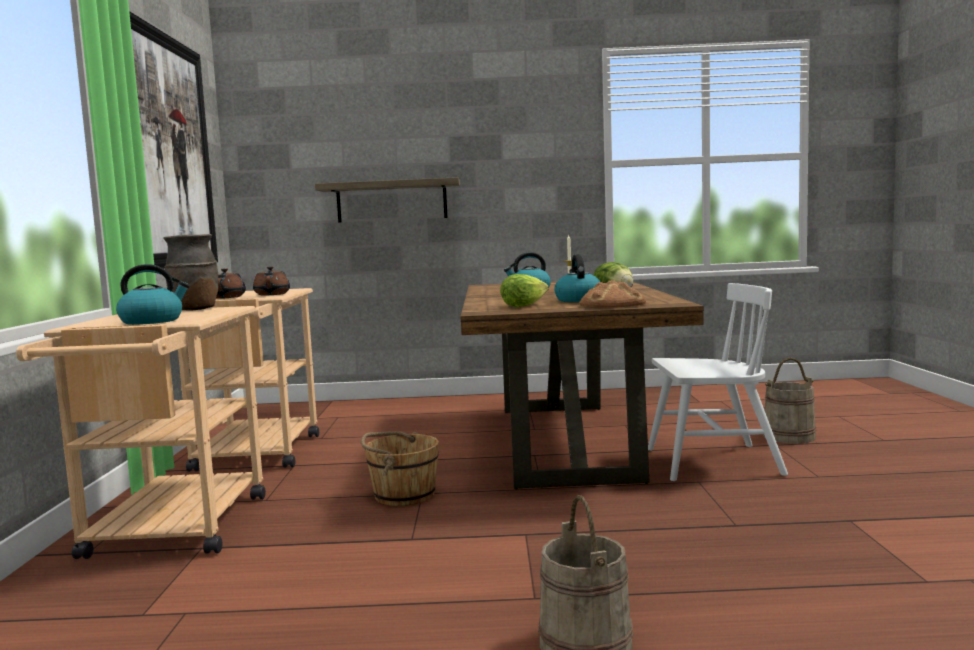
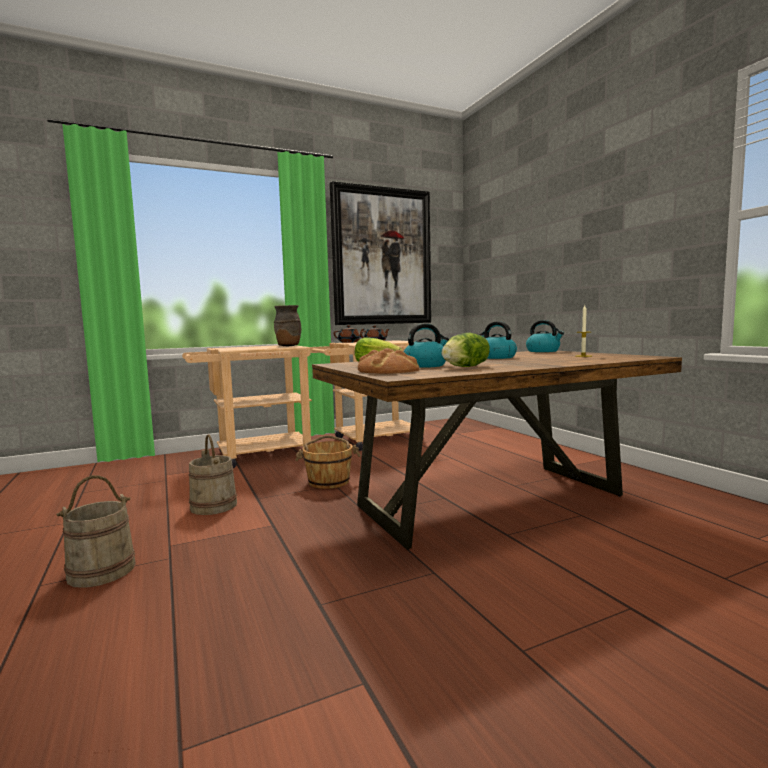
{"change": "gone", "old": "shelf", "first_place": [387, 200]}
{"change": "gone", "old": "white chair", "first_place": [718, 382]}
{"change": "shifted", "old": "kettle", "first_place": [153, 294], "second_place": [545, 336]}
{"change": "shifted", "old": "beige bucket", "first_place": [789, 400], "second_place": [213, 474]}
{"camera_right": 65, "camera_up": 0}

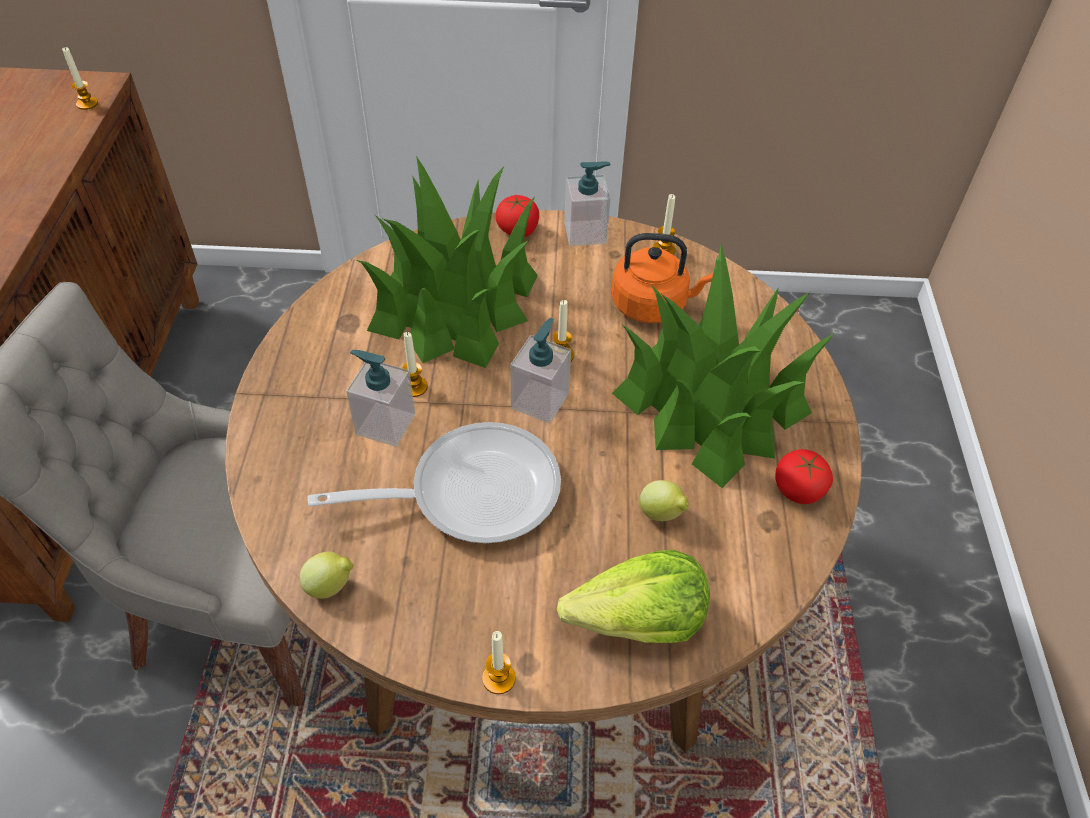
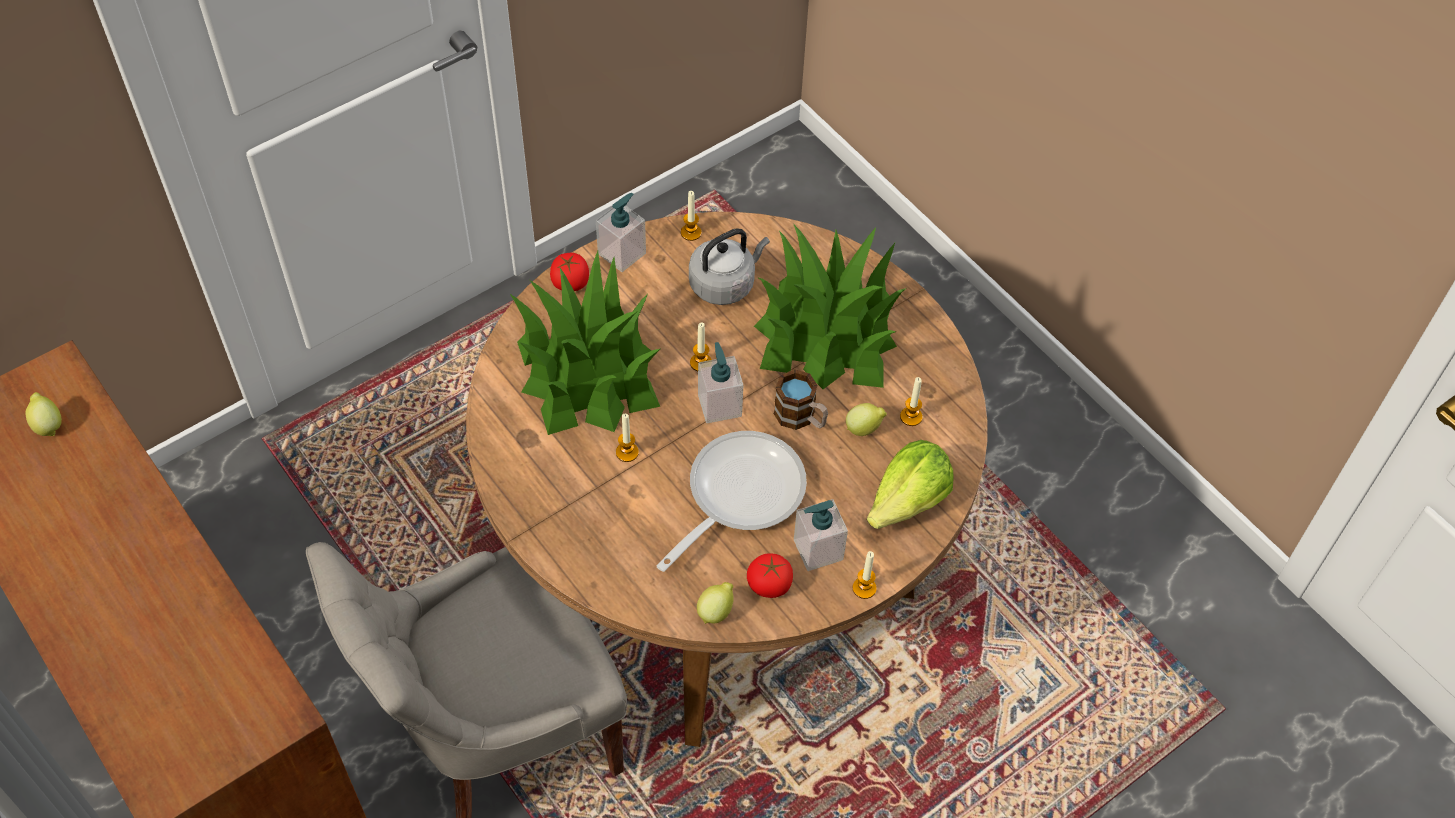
{"change": "new", "new": "lemon", "second_place": [44, 414]}
{"change": "new", "new": "mug", "second_place": [801, 399]}
{"change": "shifted", "old": "candle", "first_place": [80, 78], "second_place": [911, 401]}
{"change": "shifted", "old": "soap dispenser", "first_place": [380, 398], "second_place": [821, 535]}
{"change": "shifted", "old": "tomato", "first_place": [804, 476], "second_place": [770, 575]}
{"change": "repainted", "old": "orange kettle", "new": "grey kettle", "first_place": [662, 278], "second_place": [729, 266]}
{"camera_right": -40, "camera_up": 5}

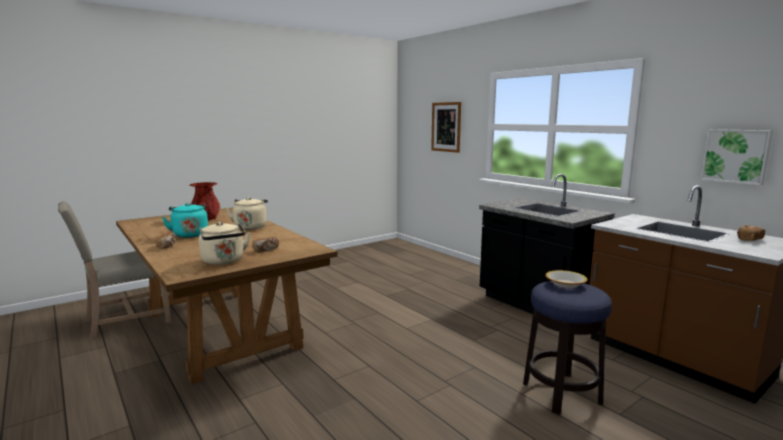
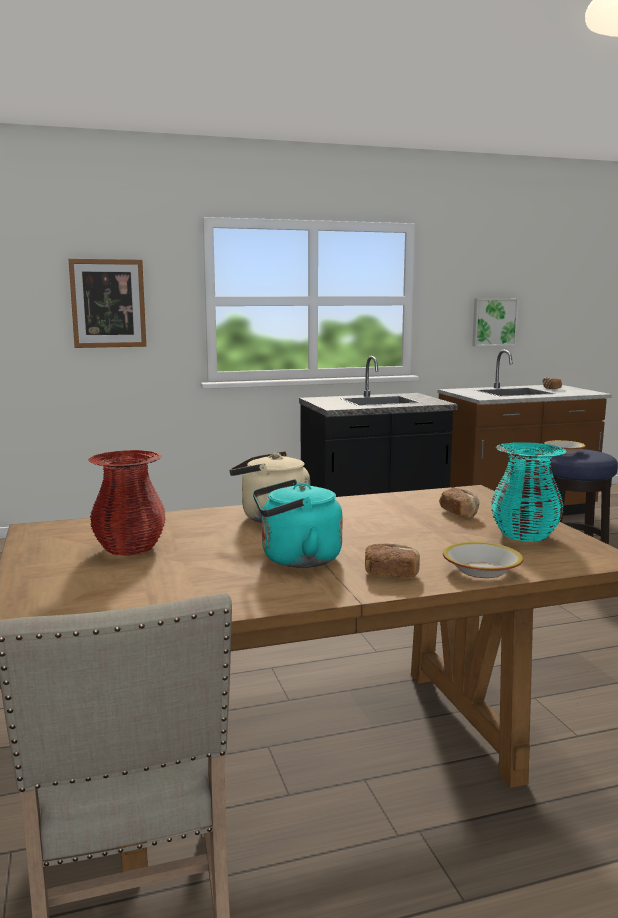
{"change": "new", "new": "bowl", "second_place": [483, 560]}
{"change": "swapped", "old": "beige kettle", "new": "turquoise vase", "first_place": [225, 243], "second_place": [529, 492]}
{"camera_right": -70, "camera_up": 0}

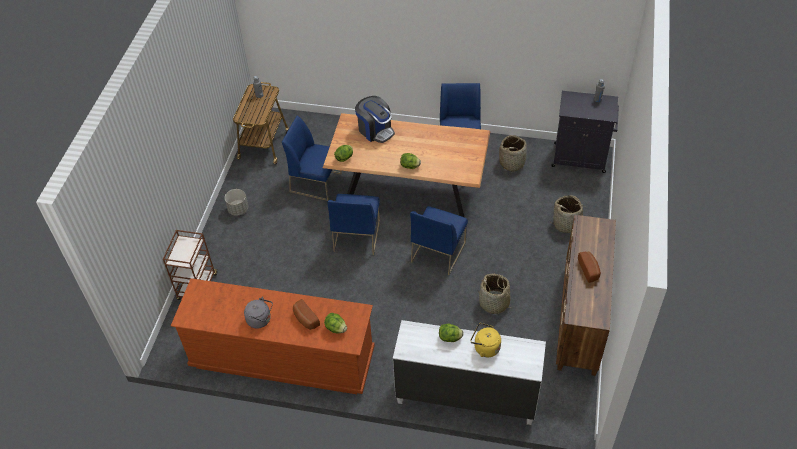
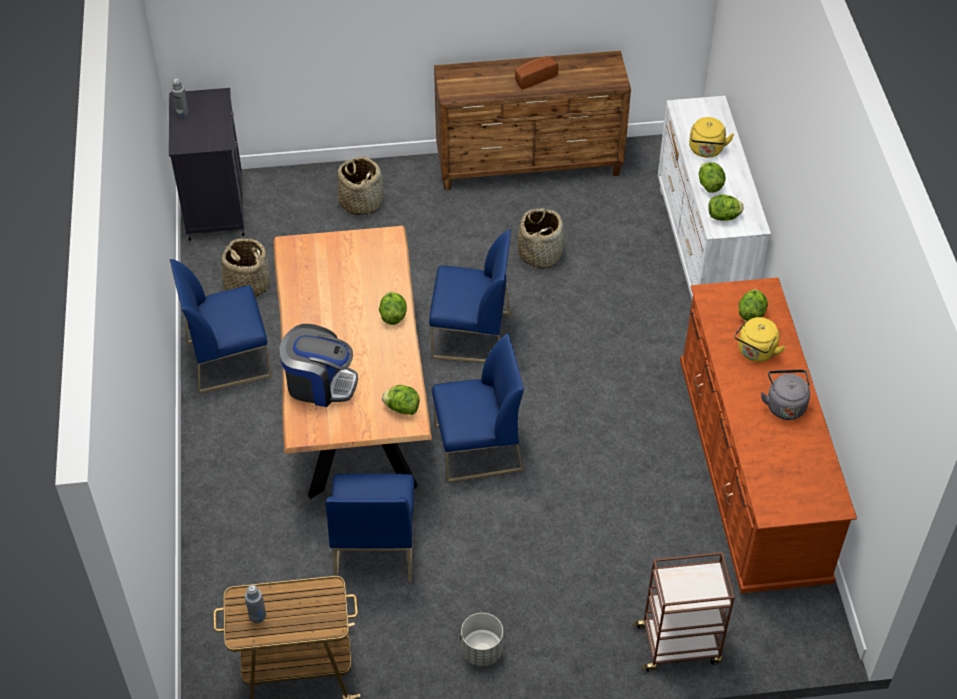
{"change": "new", "new": "lettuce", "second_place": [726, 207]}
{"change": "swapped", "old": "bread", "new": "yellow kettle", "first_place": [306, 314], "second_place": [760, 339]}
{"change": "rotated", "old": "coffee machine", "first_place": [375, 119], "second_place": [319, 365], "degrees": 75}
{"camera_right": -110, "camera_up": 0}

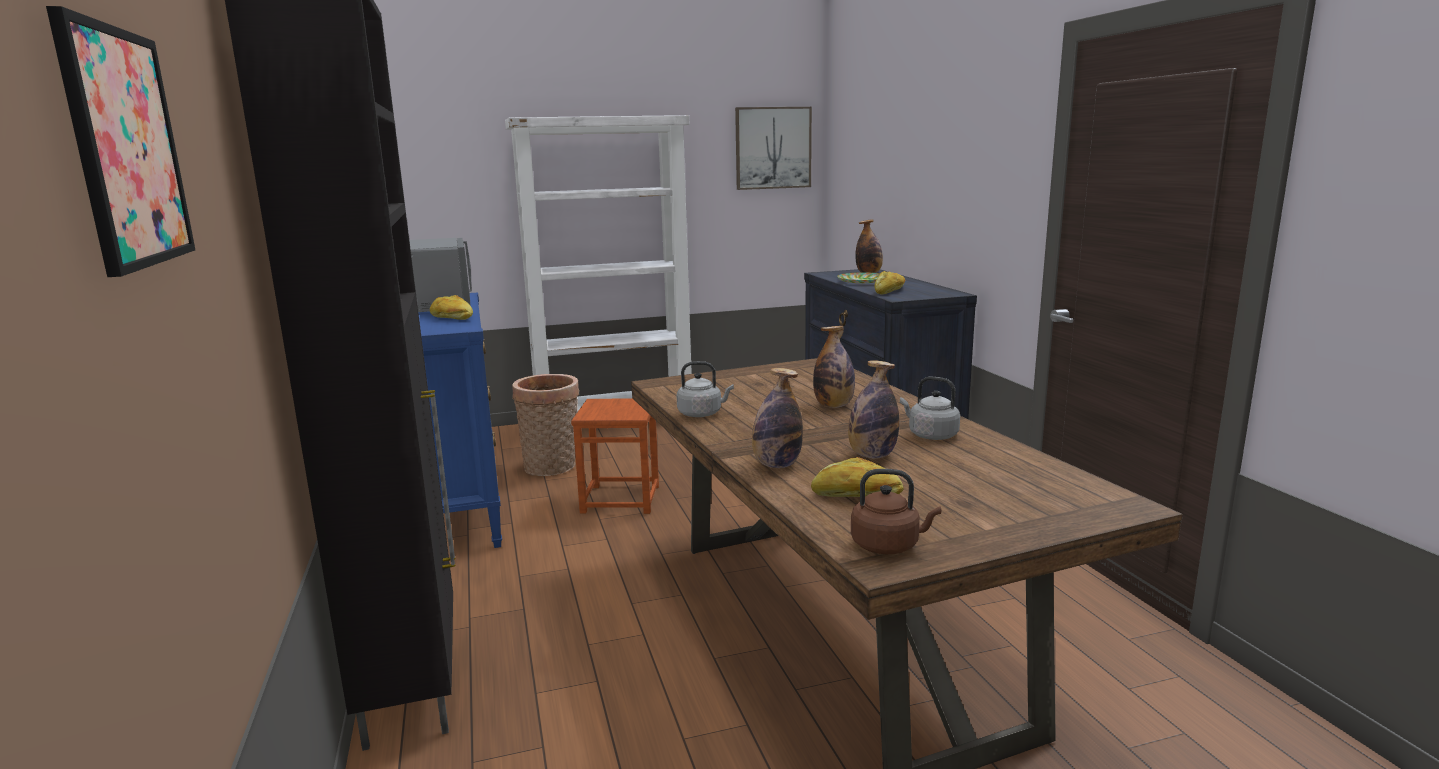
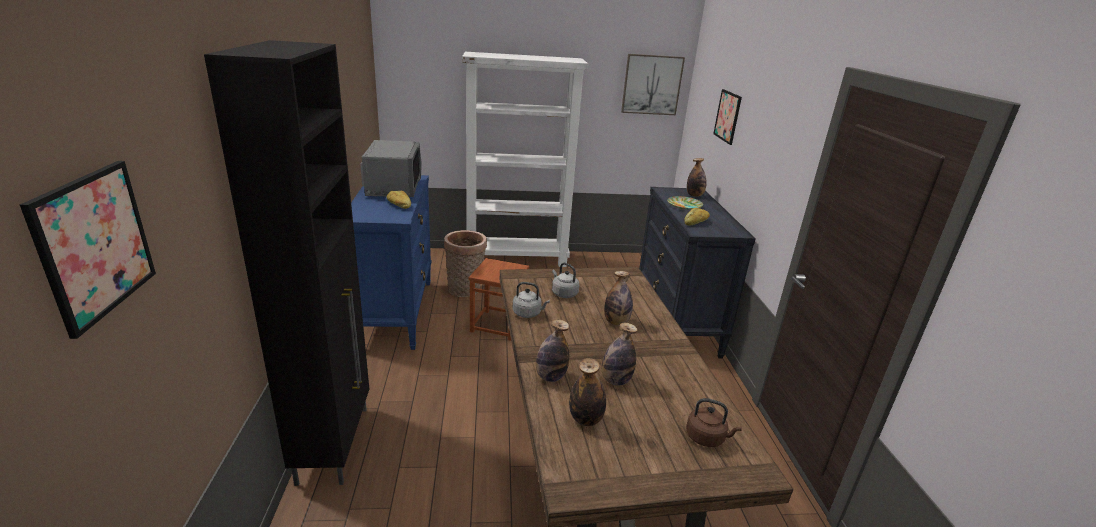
{"change": "new", "new": "picture", "second_place": [727, 117]}
{"change": "shifted", "old": "brown kettle", "first_place": [896, 511], "second_place": [714, 422]}
{"change": "shifted", "old": "grey kettle", "first_place": [930, 408], "second_place": [565, 280]}
{"change": "swapped", "old": "bread", "new": "bottle", "first_place": [857, 477], "second_place": [587, 392]}
{"camera_right": 10, "camera_up": 10}

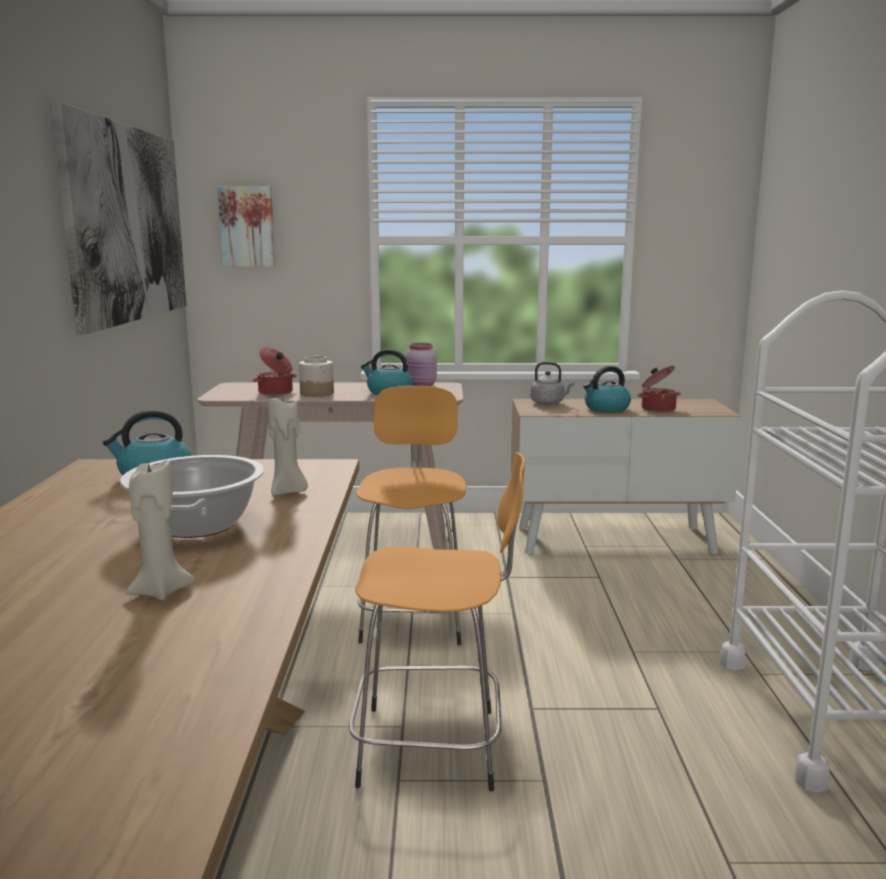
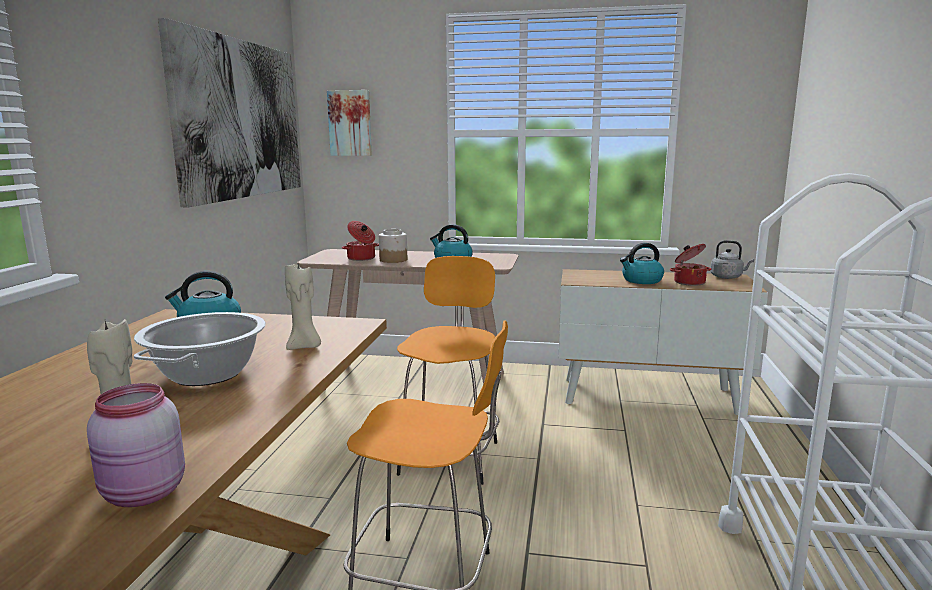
{"change": "shifted", "old": "pink jar", "first_place": [421, 364], "second_place": [136, 445]}
{"change": "shifted", "old": "grey kettle", "first_place": [552, 383], "second_place": [732, 259]}
{"camera_right": 10, "camera_up": 0}

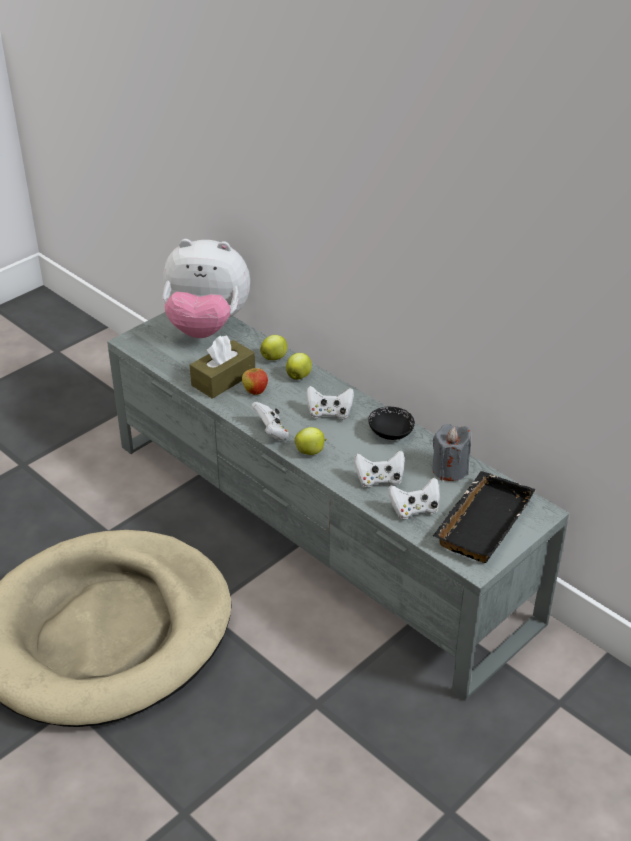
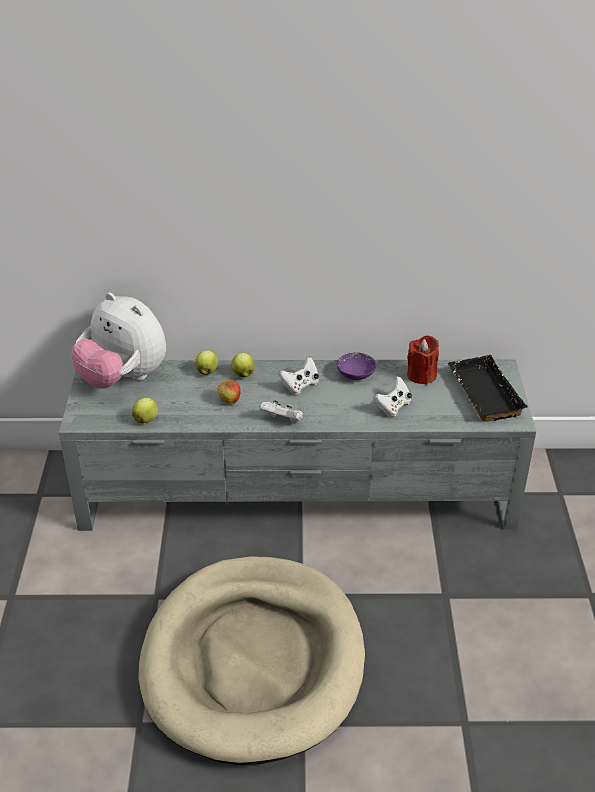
{"change": "gone", "old": "brown tissue box", "first_place": [222, 367]}
{"change": "gone", "old": "white game controller", "first_place": [414, 498]}
{"change": "shifted", "old": "apple", "first_place": [311, 441], "second_place": [145, 410]}
{"change": "repainted", "old": "black bowl", "new": "purple bowl", "first_place": [391, 423], "second_place": [357, 366]}
{"change": "repainted", "old": "grey candle", "new": "red candle", "first_place": [451, 452], "second_place": [423, 360]}
{"change": "rotated", "old": "plush toy", "first_place": [206, 288], "second_place": [118, 340], "degrees": 75}
{"camera_right": -45, "camera_up": 0}

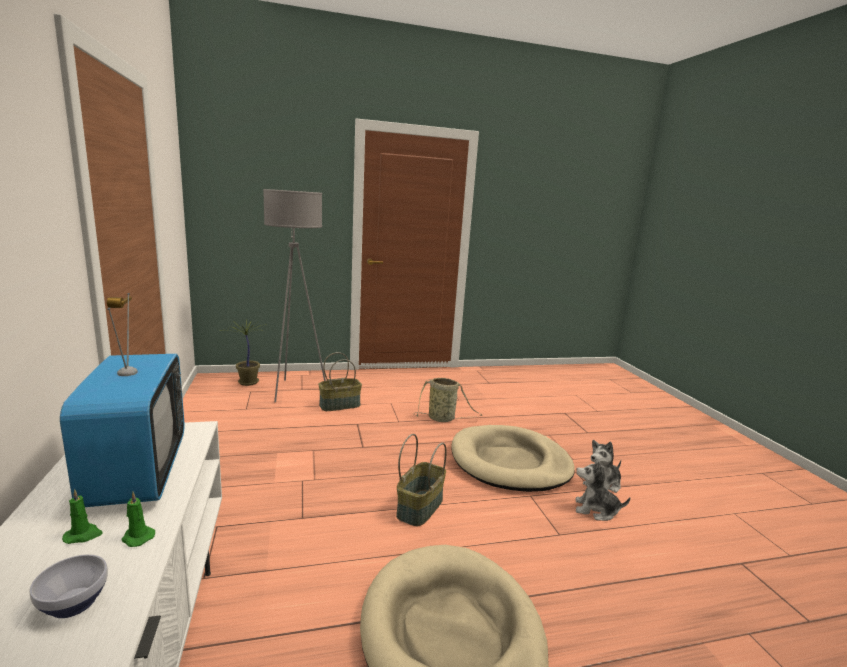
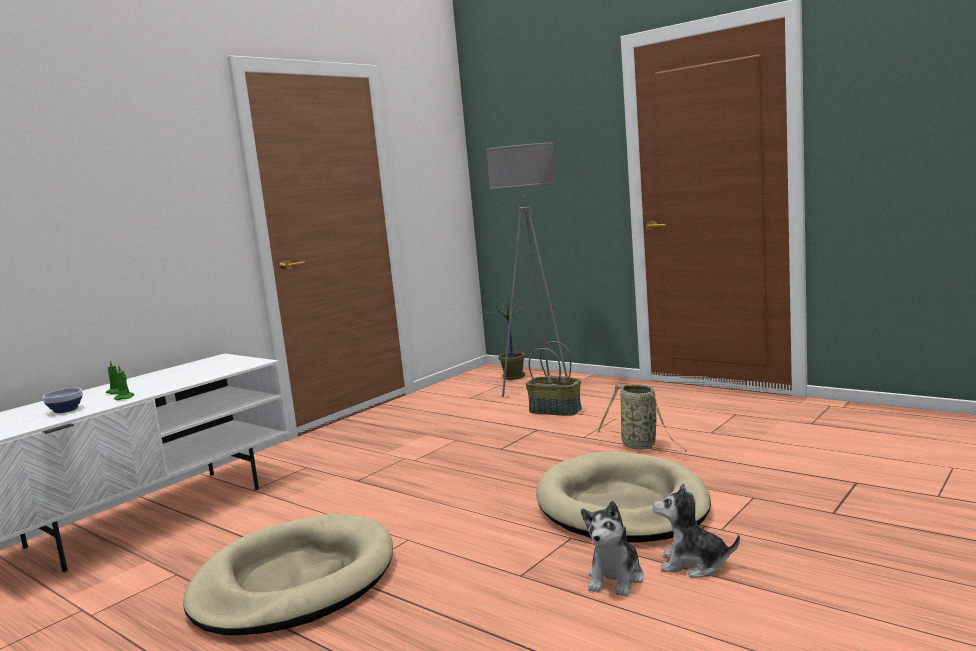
{"change": "gone", "old": "television", "first_place": [122, 400]}
{"change": "gone", "old": "basket", "first_place": [421, 480]}
{"change": "rotated", "old": "plush toy", "first_place": [602, 489], "second_place": [612, 549], "degrees": -135}
{"camera_right": 55, "camera_up": -5}

